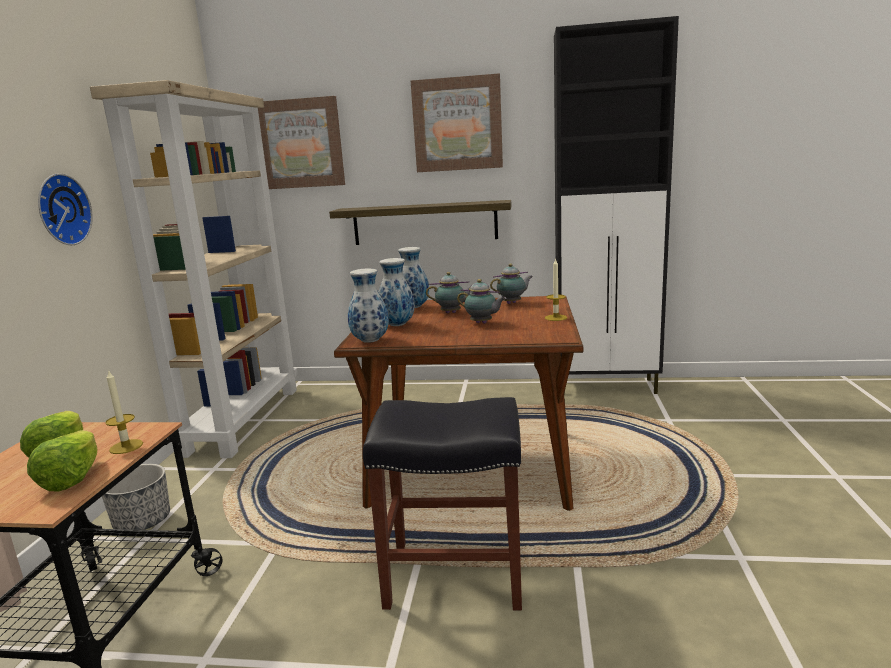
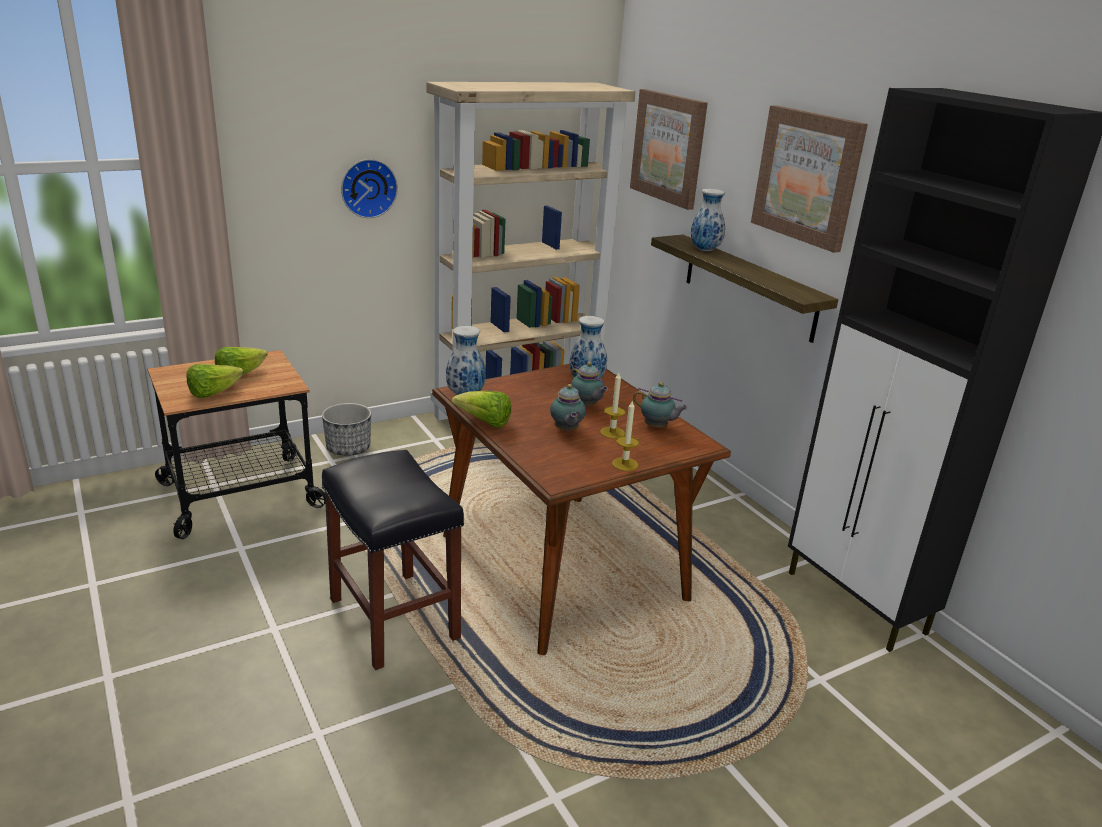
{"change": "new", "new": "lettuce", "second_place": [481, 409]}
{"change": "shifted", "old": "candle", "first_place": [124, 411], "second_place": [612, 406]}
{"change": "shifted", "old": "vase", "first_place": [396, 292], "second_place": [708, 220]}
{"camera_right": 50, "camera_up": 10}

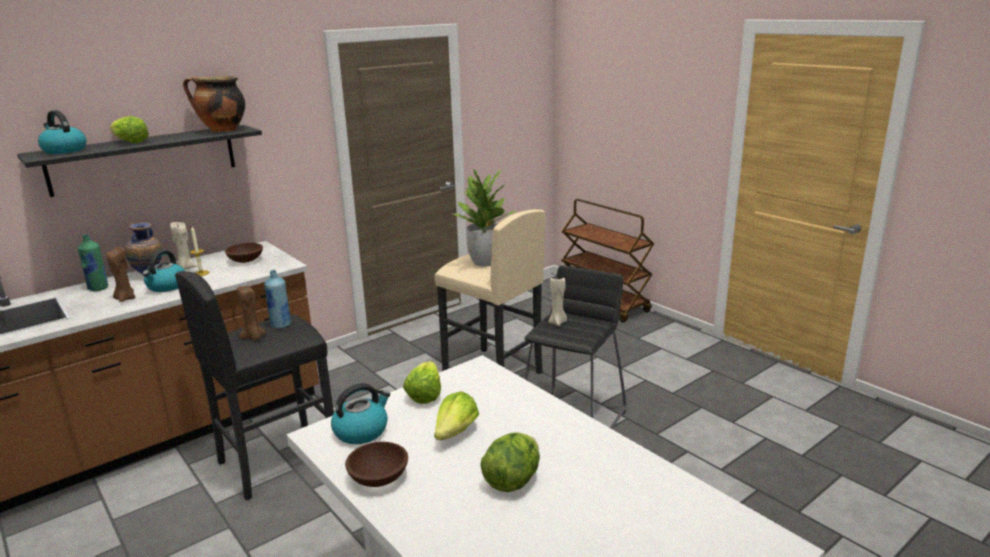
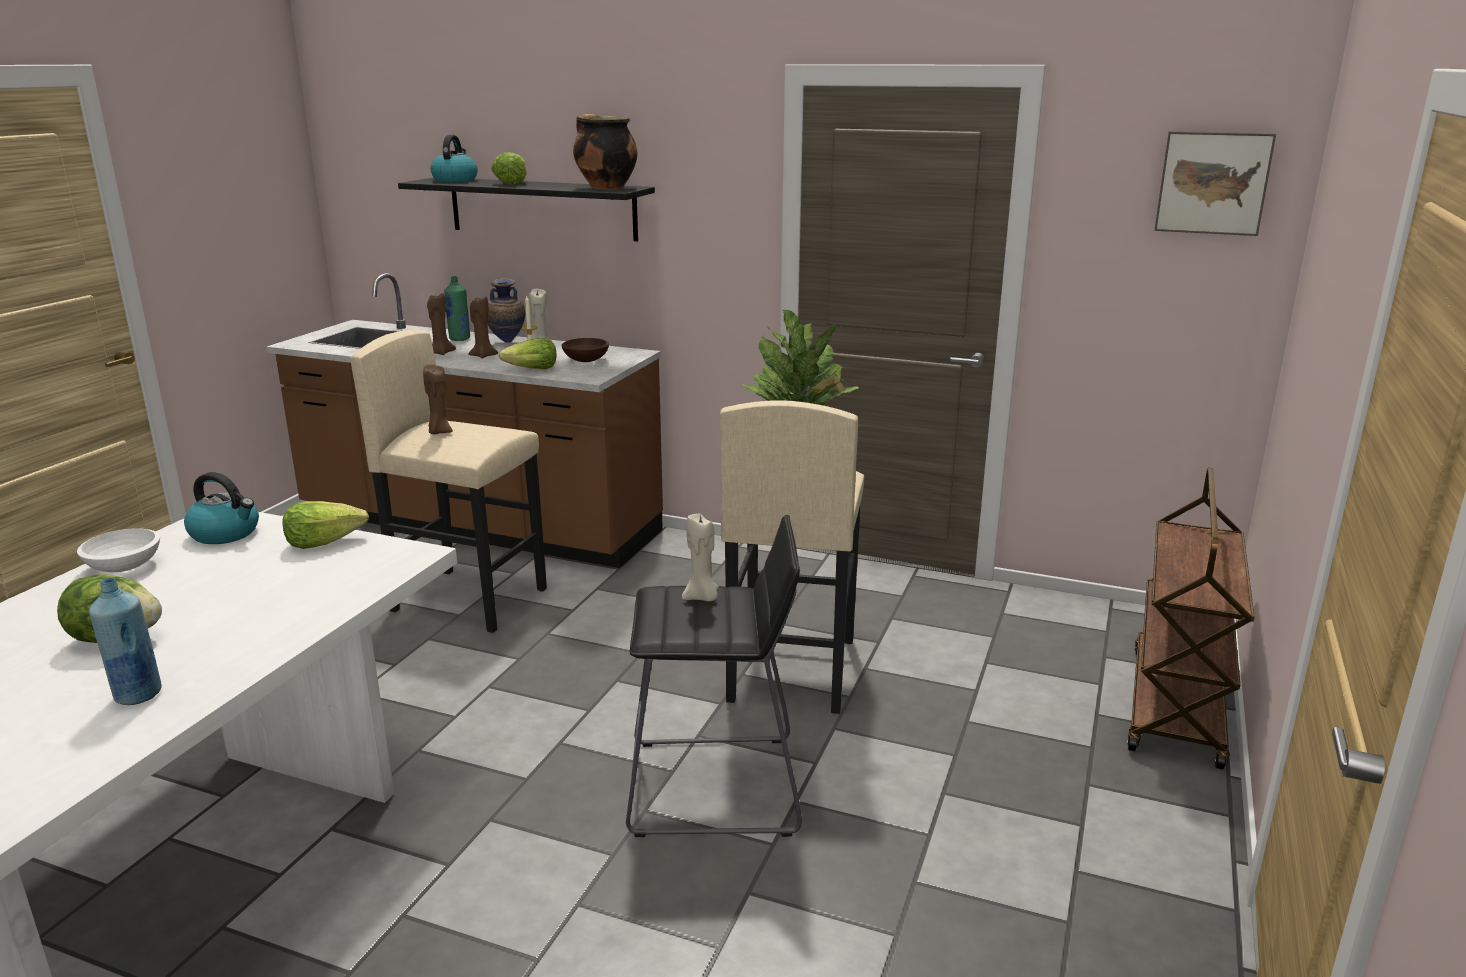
{"change": "new", "new": "picture", "second_place": [1215, 183]}
{"change": "shifted", "old": "blue bottle", "first_place": [277, 299], "second_place": [125, 641]}
{"change": "shifted", "old": "lettuce", "first_place": [456, 415], "second_place": [527, 353]}
{"change": "swapped", "old": "kettle", "new": "brown candle", "first_place": [163, 271], "second_place": [483, 327]}
{"change": "repainted", "old": "black stool", "new": "beige stool", "first_place": [254, 385], "second_place": [448, 481]}
{"change": "repainted", "old": "brown bowl", "new": "white bowl", "first_place": [376, 464], "second_place": [118, 550]}
{"camera_right": 60, "camera_up": 0}

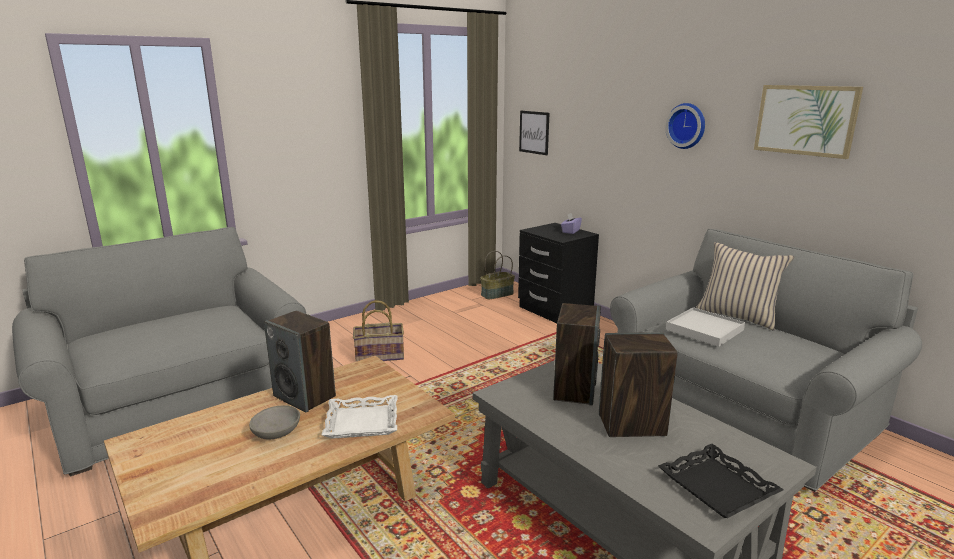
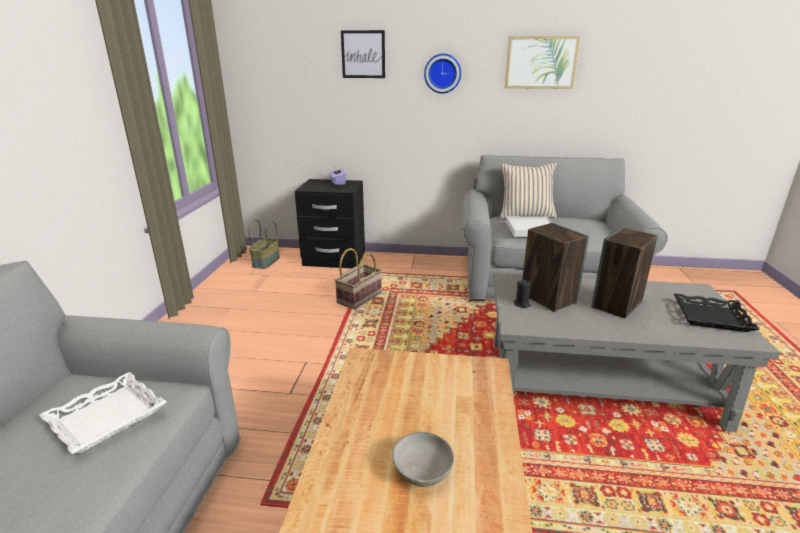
{"change": "gone", "old": "speaker", "first_place": [300, 361]}
{"change": "new", "new": "black candle", "second_place": [522, 294]}
{"change": "shifted", "old": "white tray", "first_place": [359, 417], "second_place": [103, 413]}
{"change": "shifted", "old": "basket", "first_place": [378, 330], "second_place": [358, 278]}
{"change": "shifted", "old": "picture", "first_place": [534, 133], "second_place": [363, 54]}
{"camera_right": -45, "camera_up": 5}

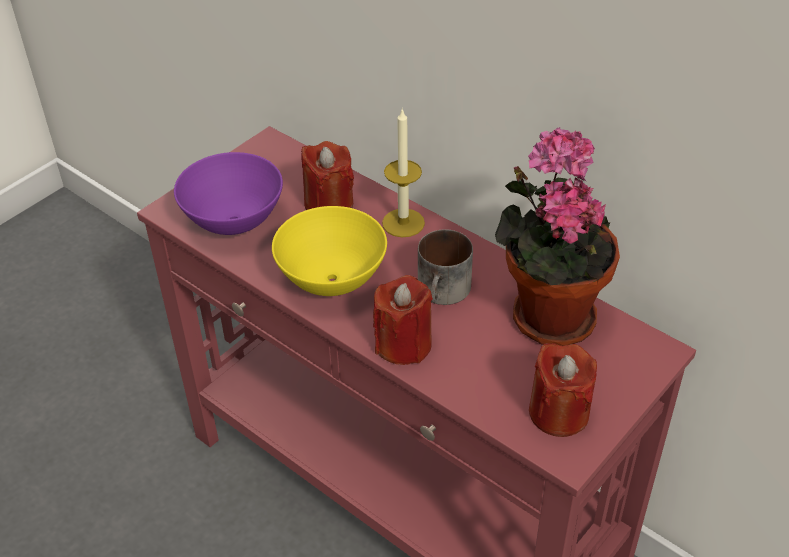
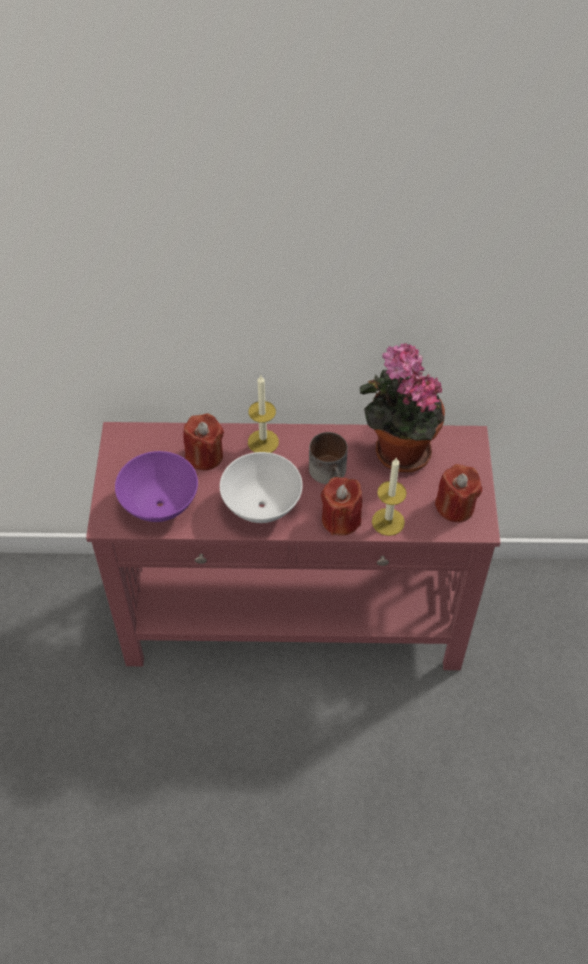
{"change": "new", "new": "candle", "second_place": [389, 496]}
{"change": "repainted", "old": "yellow bowl", "new": "white bowl", "first_place": [329, 251], "second_place": [261, 487]}
{"camera_right": -40, "camera_up": 10}

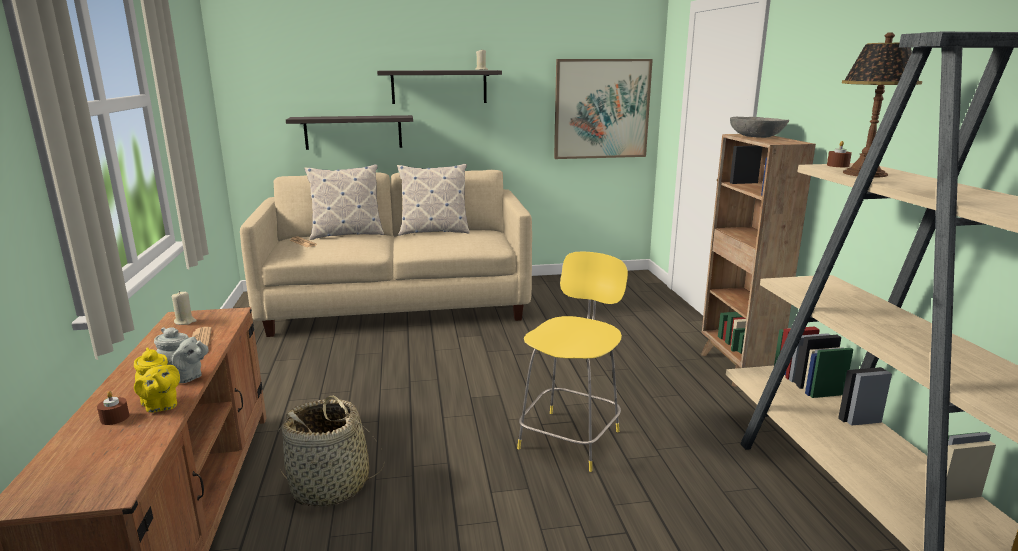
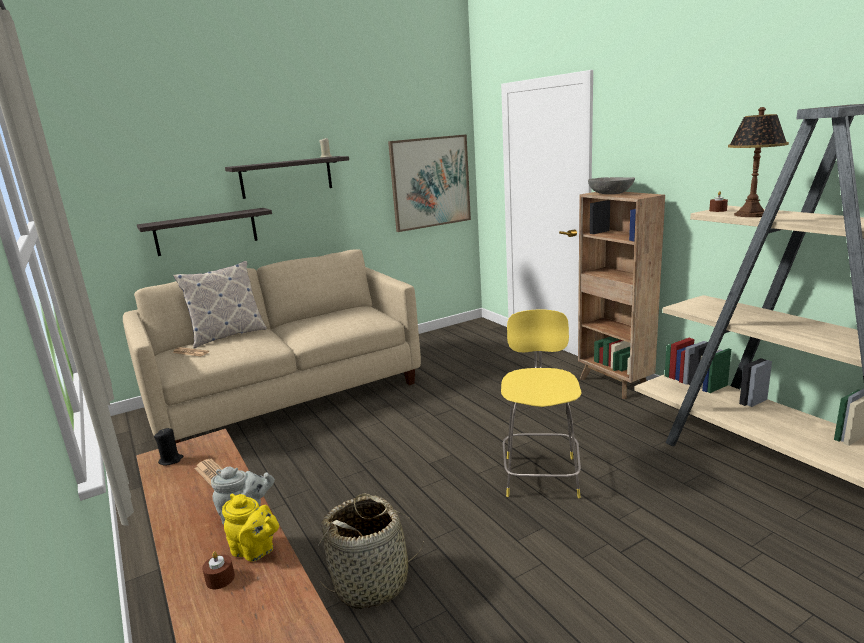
{"change": "gone", "old": "pillow", "first_place": [433, 199]}
{"change": "repainted", "old": "beige candle", "new": "black candle", "first_place": [184, 308], "second_place": [168, 447]}
{"camera_right": -20, "camera_up": 0}

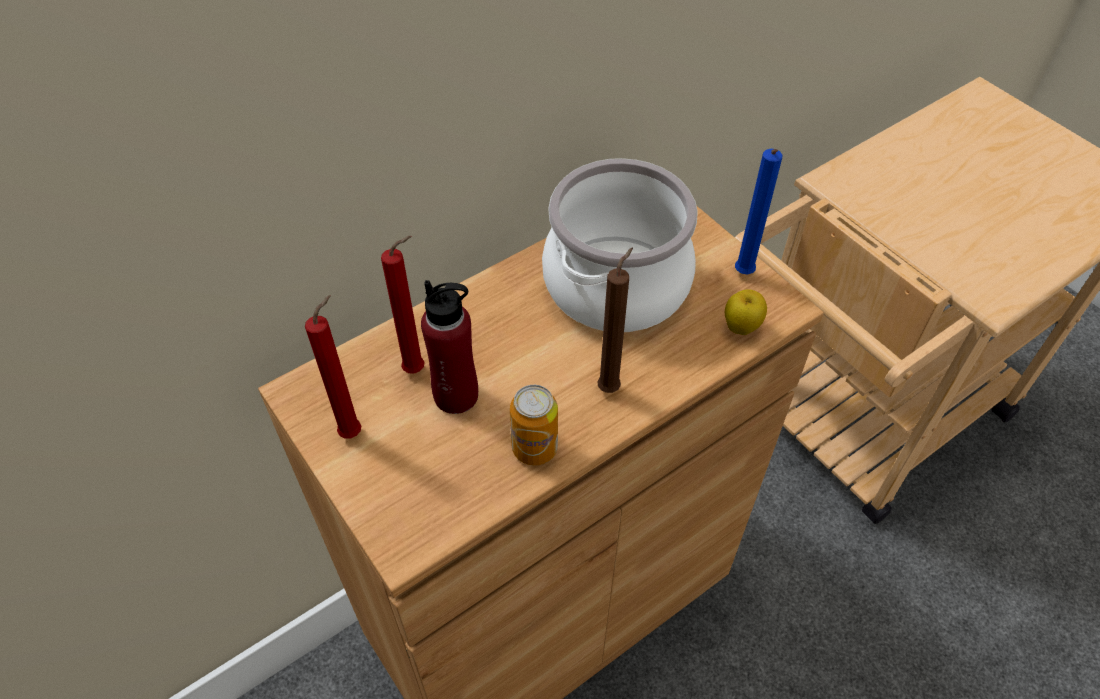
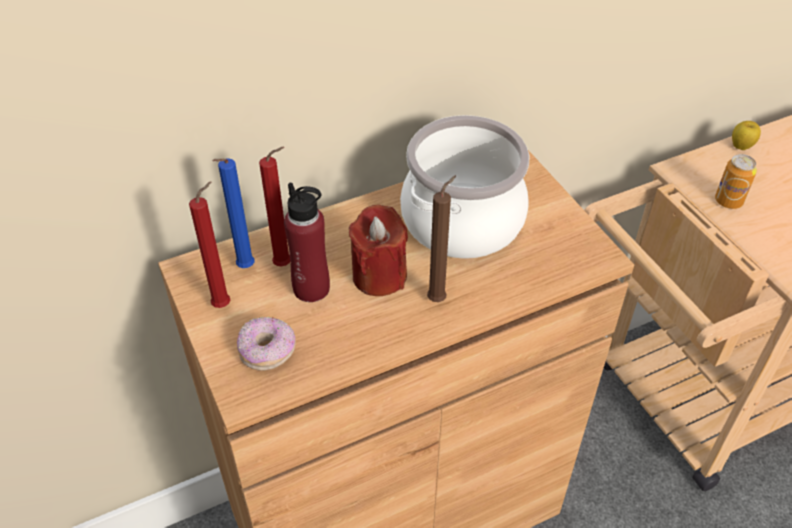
{"change": "new", "new": "donut", "second_place": [266, 344]}
{"change": "new", "new": "red candle", "second_place": [378, 250]}
{"change": "shifted", "old": "can", "first_place": [534, 425], "second_place": [736, 181]}
{"change": "shifted", "old": "apple", "first_place": [746, 312], "second_place": [746, 135]}
{"change": "shifted", "old": "blue candle", "first_place": [758, 211], "second_place": [233, 213]}
{"camera_right": 10, "camera_up": -5}

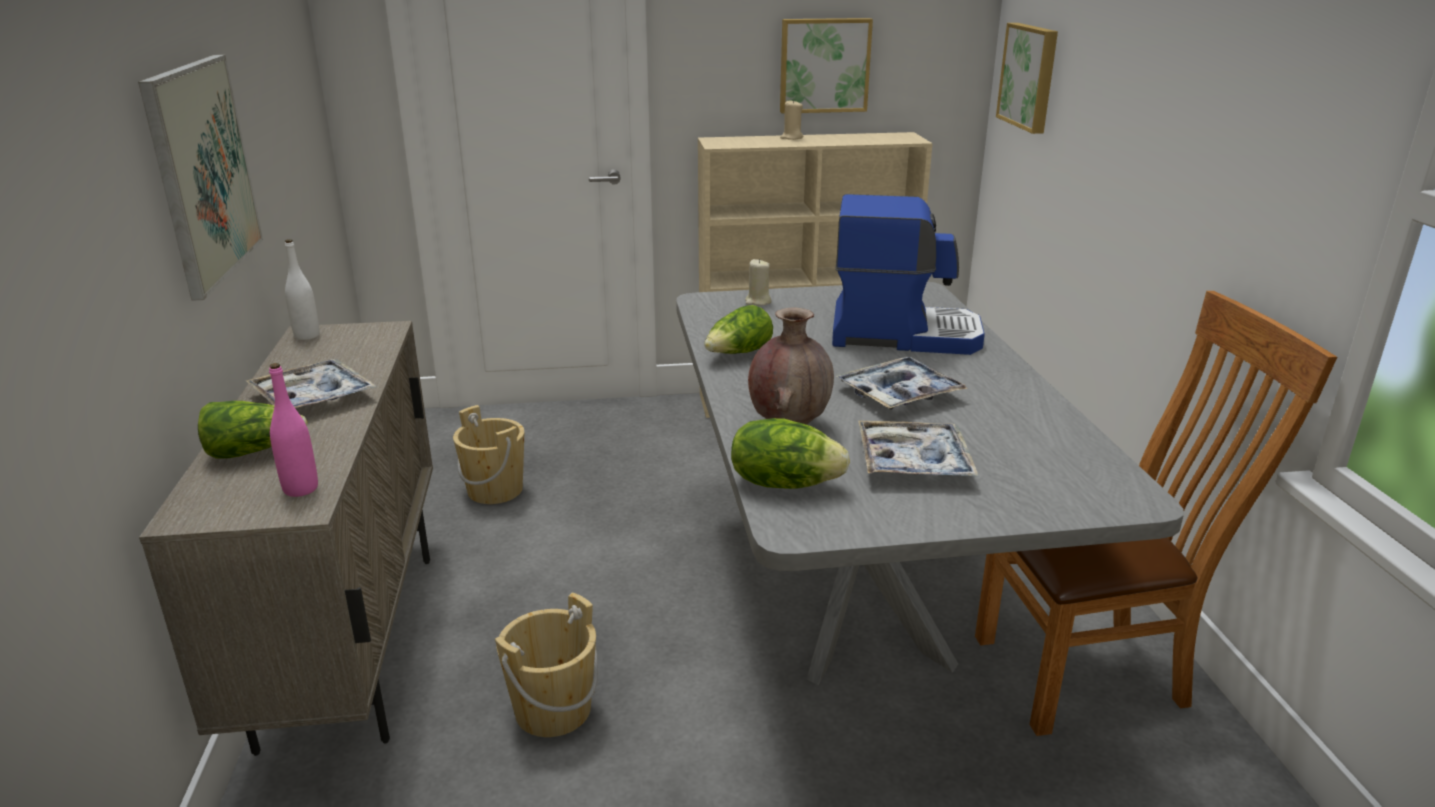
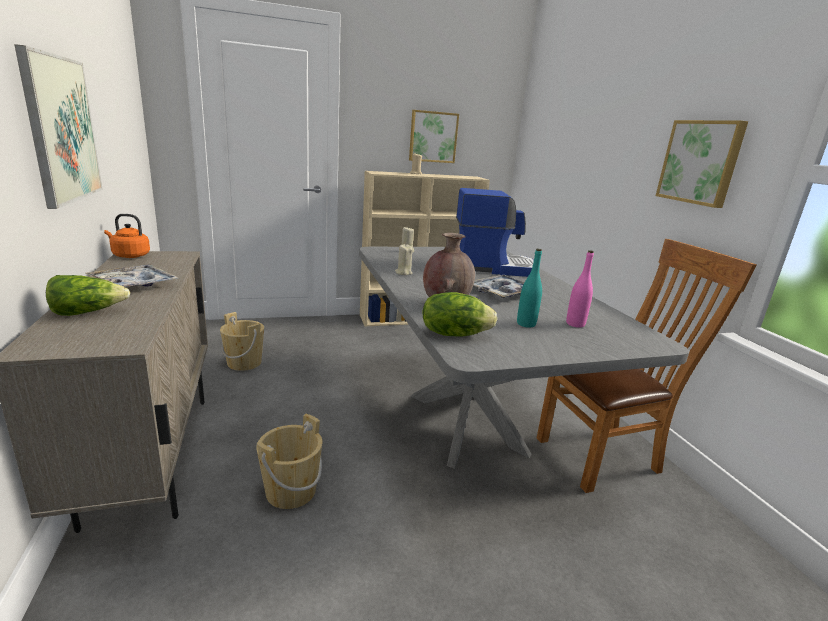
{"change": "shifted", "old": "pink bottle", "first_place": [293, 430], "second_place": [580, 289]}
{"change": "shifted", "old": "picture", "first_place": [1027, 78], "second_place": [702, 164]}
{"change": "swapped", "old": "white bottle", "new": "orange kettle", "first_place": [302, 289], "second_place": [127, 236]}
{"change": "swapped", "old": "lettuce", "new": "beige candle", "first_place": [738, 329], "second_place": [404, 259]}
{"change": "swapped", "old": "tray", "new": "turquoise bottle", "first_place": [918, 448], "second_place": [529, 288]}
{"camera_right": -10, "camera_up": -5}

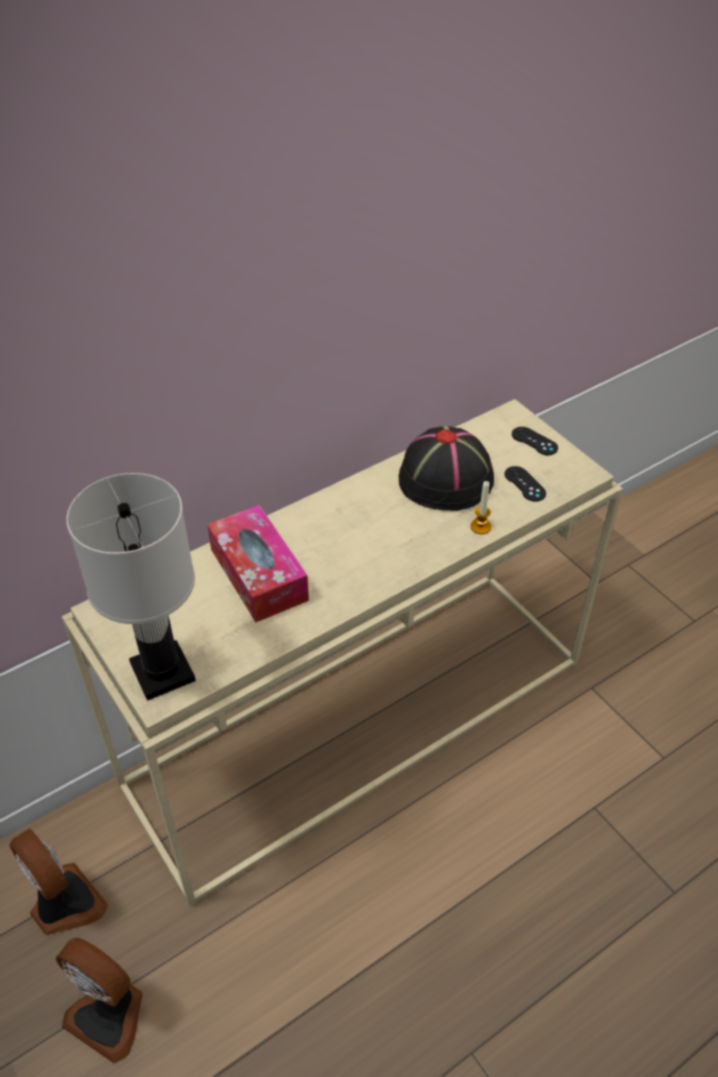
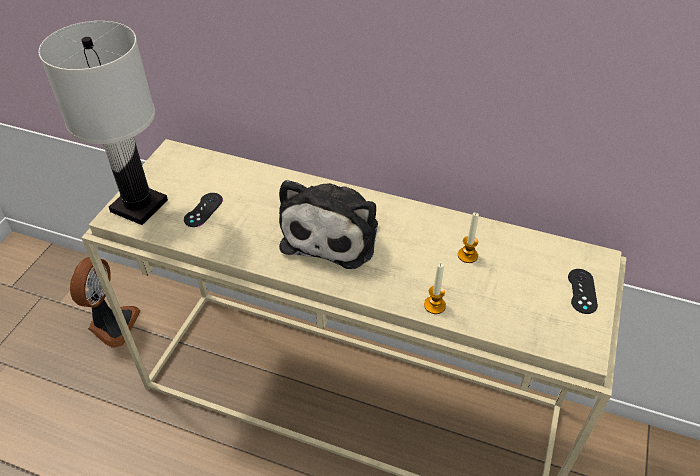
{"change": "gone", "old": "fan", "first_place": [99, 1000]}
{"change": "gone", "old": "tissue box", "first_place": [258, 563]}
{"change": "new", "new": "plush toy", "second_place": [328, 224]}
{"change": "shifted", "old": "black game controller", "first_place": [525, 483], "second_place": [203, 210]}
{"change": "swapped", "old": "black hat", "new": "candle", "first_place": [446, 468], "second_place": [468, 237]}
{"camera_right": 55, "camera_up": 0}

